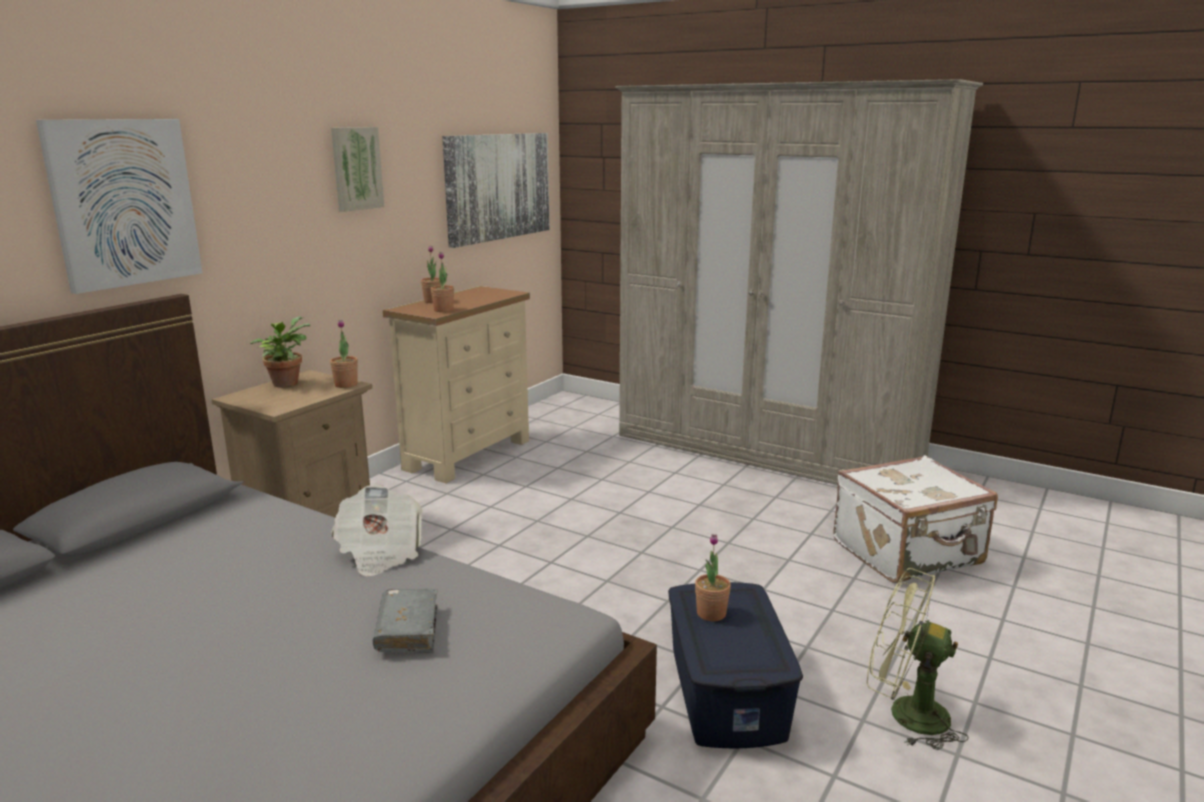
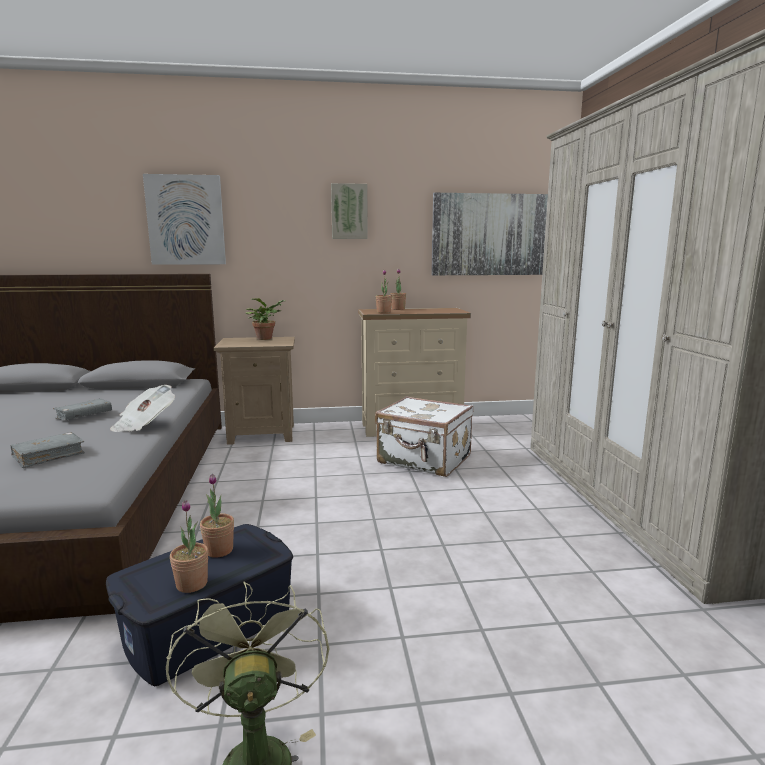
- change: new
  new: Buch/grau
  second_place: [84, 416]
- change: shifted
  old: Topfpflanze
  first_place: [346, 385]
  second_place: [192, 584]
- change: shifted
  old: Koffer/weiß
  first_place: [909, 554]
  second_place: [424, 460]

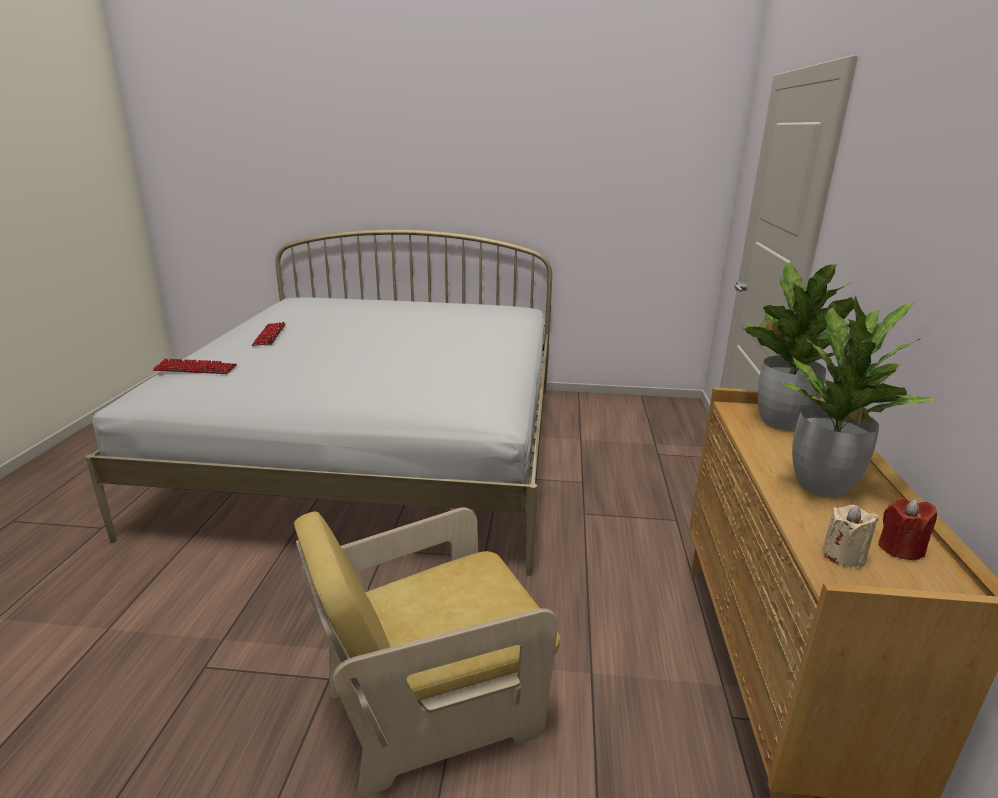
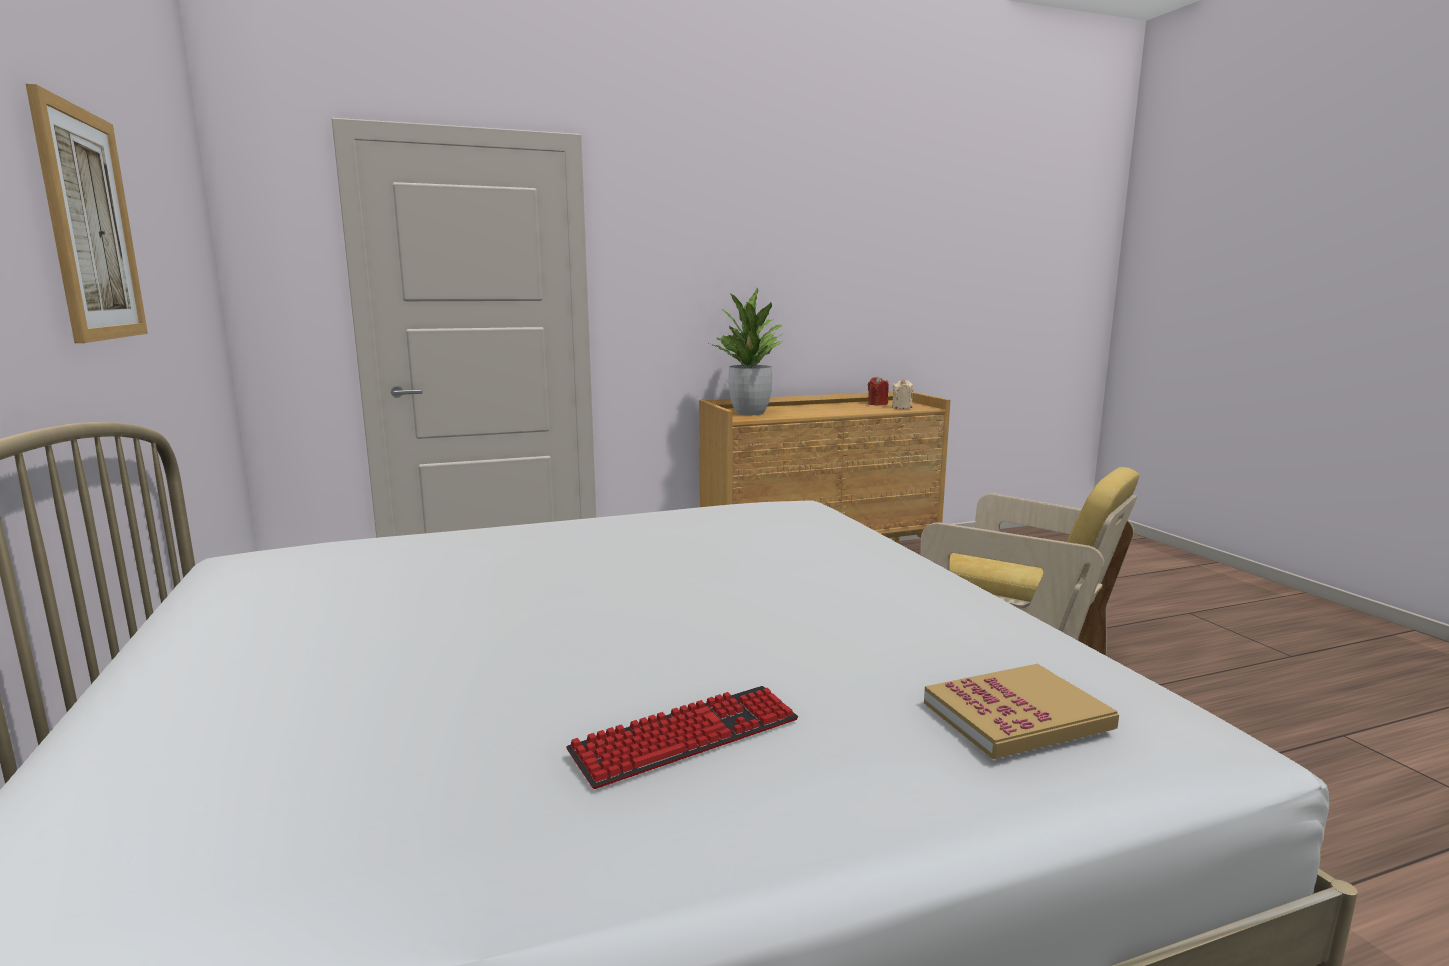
- change: new
  new: Bild
  second_place: [90, 225]
- change: swapped
  old: Tastatur
  new: Buch
  first_place: [195, 369]
  second_place: [1017, 716]
- change: gone
  old: Topfpflanze
  first_place: [821, 485]

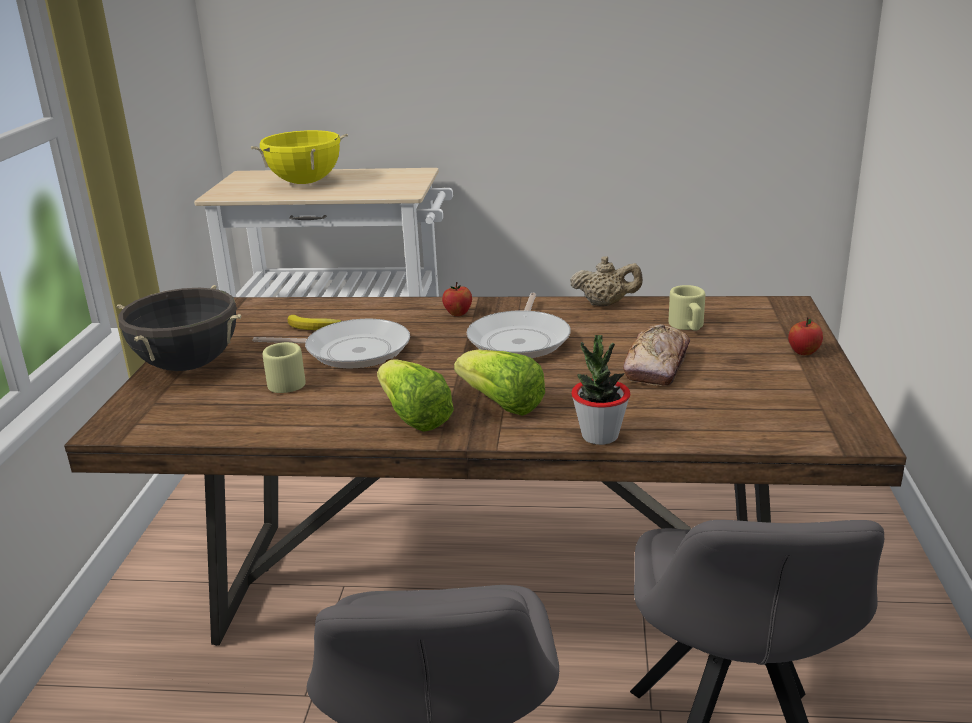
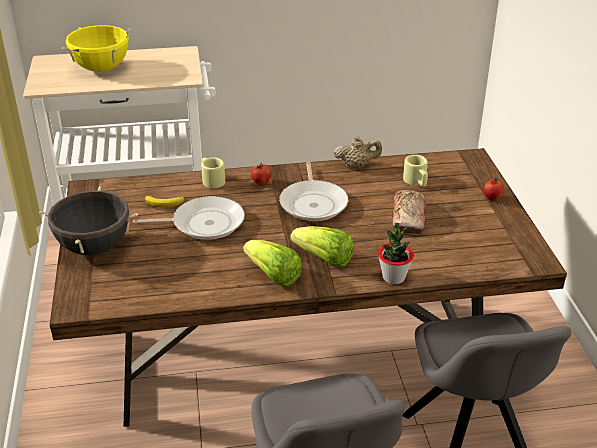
- change: shifted
  old: Henkelbecher/beige
  first_place: [285, 381]
  second_place: [211, 180]

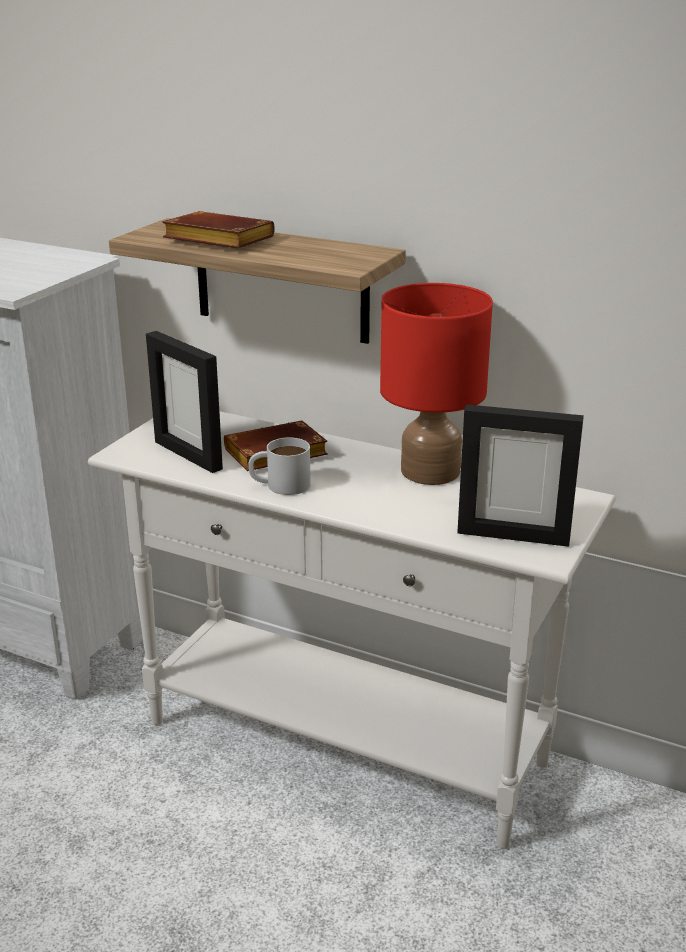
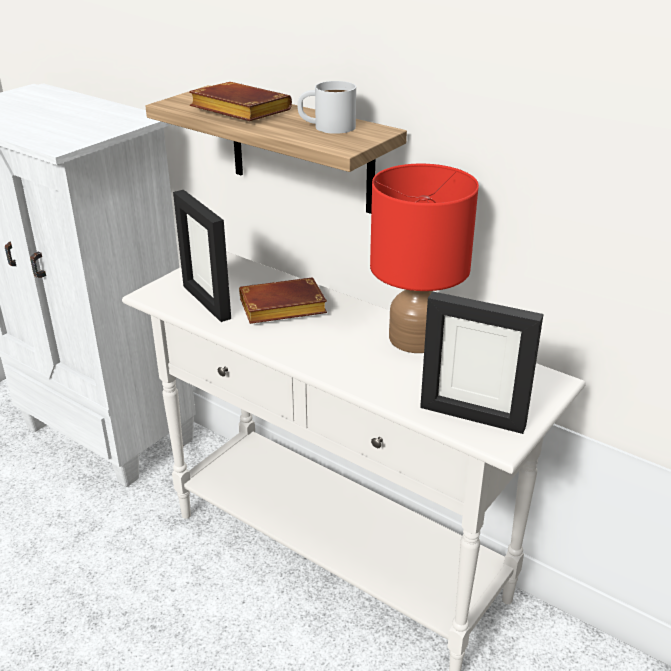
- change: shifted
  old: Henkelbecher/weiß
  first_place: [280, 485]
  second_place: [326, 126]

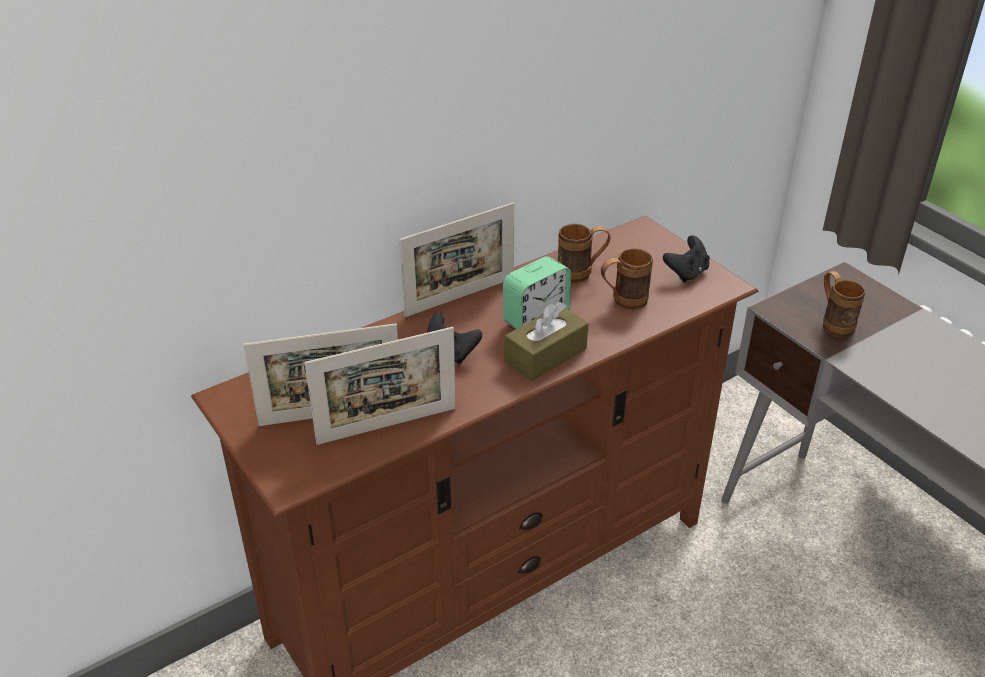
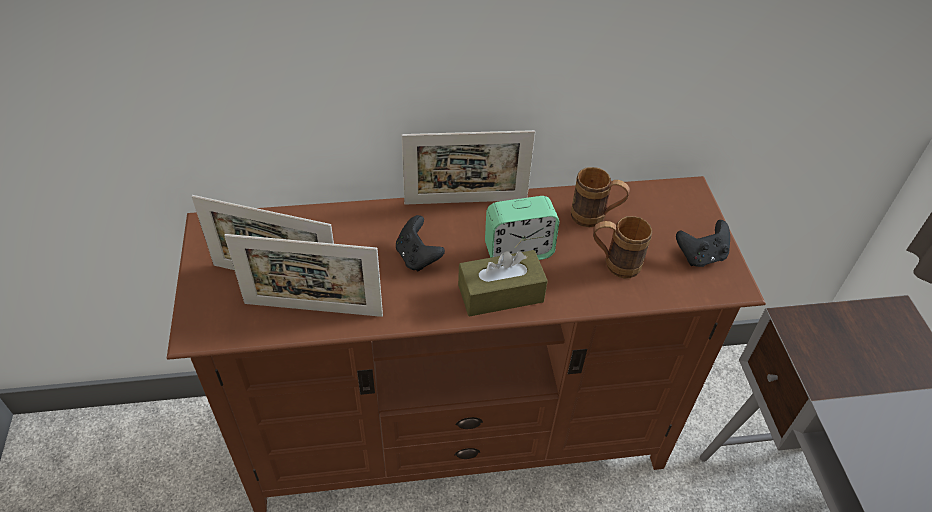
- change: gone
  old: Henkelbecher/braun
  first_place: [833, 323]

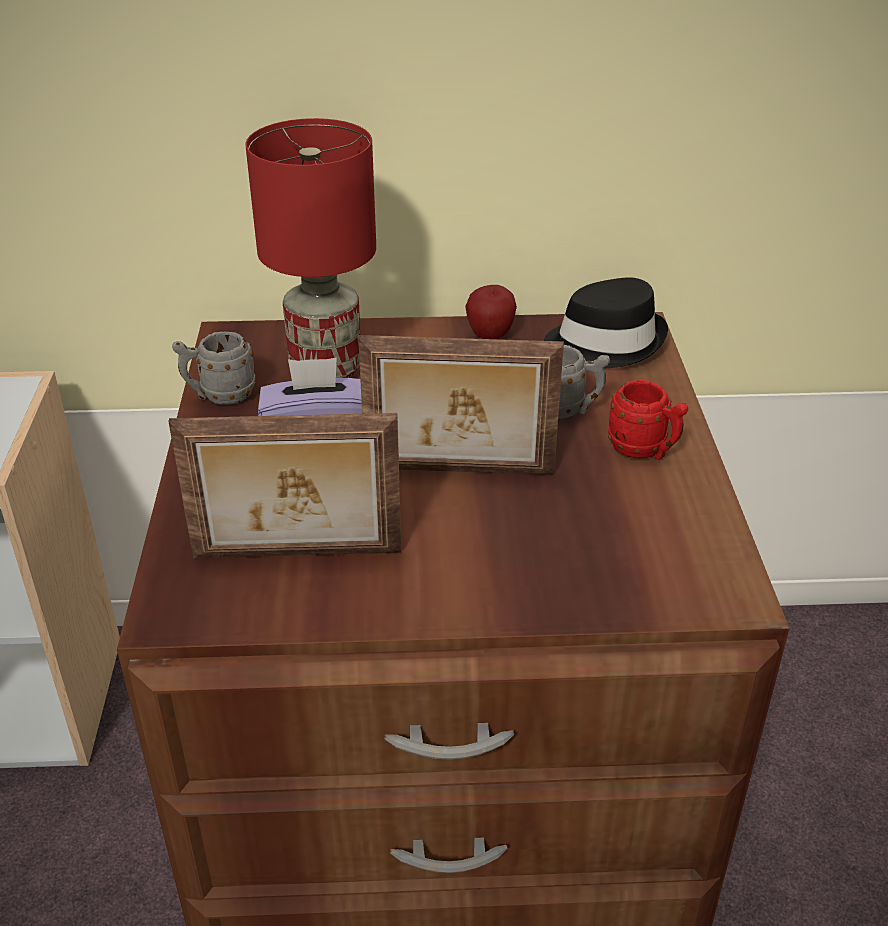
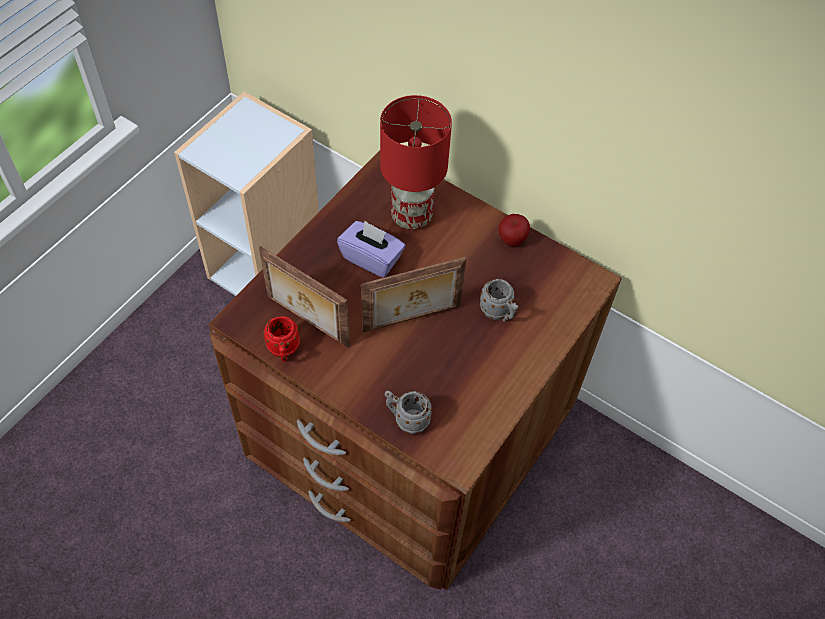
- change: shifted
  old: Henkelbecher/rot
  first_place: [644, 451]
  second_place: [284, 351]
- change: rotated
  old: Bilderrahmen
  first_place: [459, 472]
  second_place: [412, 319]
  degrees: -60
- change: shifted
  old: Henkelbecher/grau
  first_place: [219, 396]
  second_place: [406, 419]
- change: gone
  old: Hut/schwarz
  first_place: [606, 342]

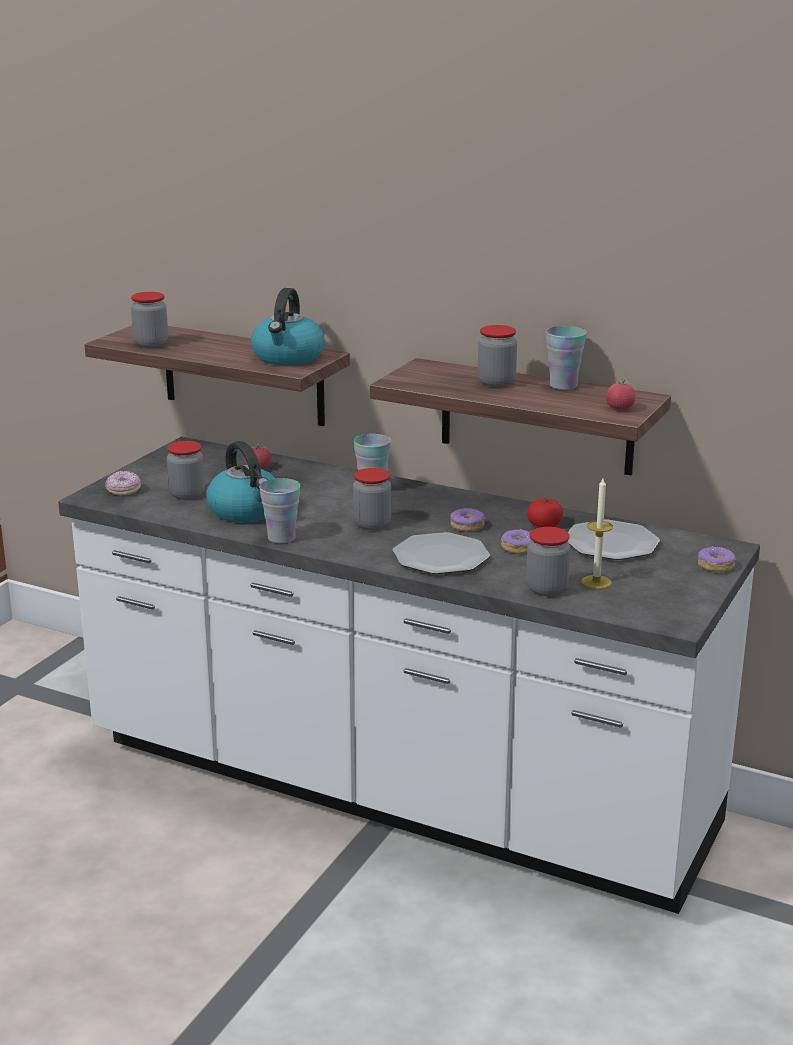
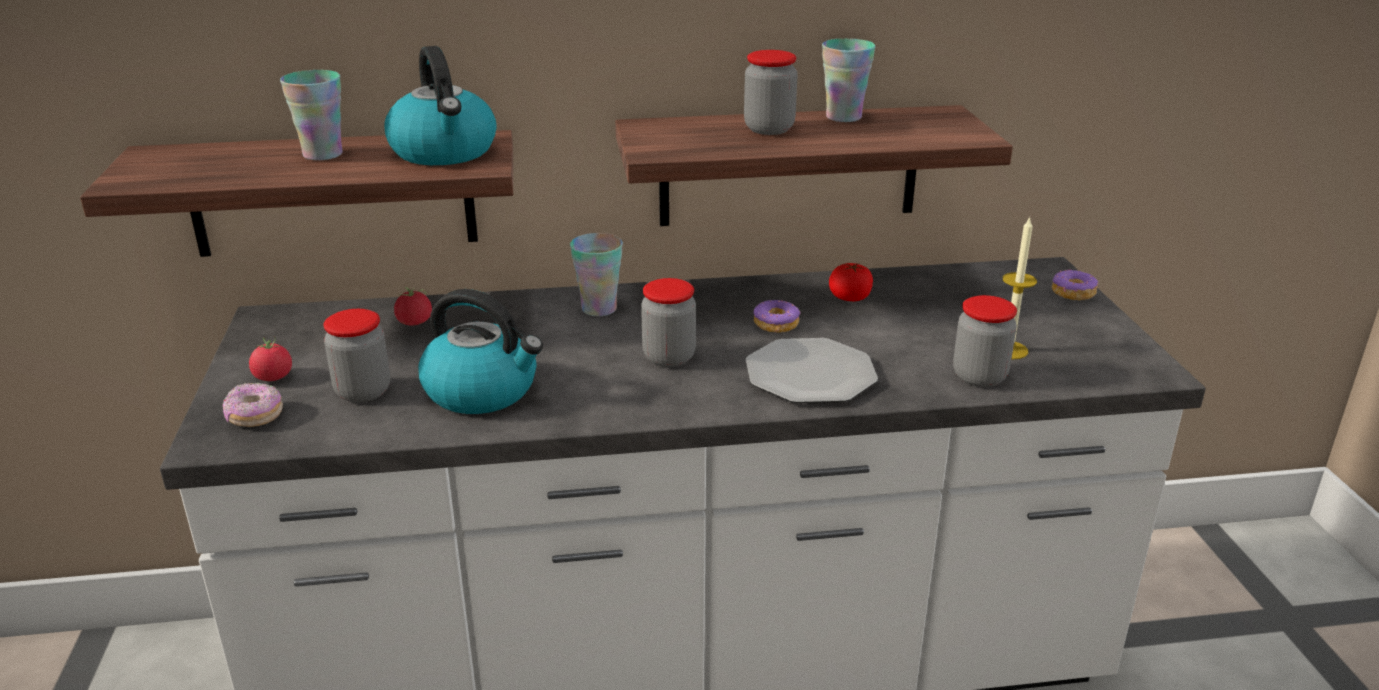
- change: shifted
  old: Tomate
  first_place: [619, 408]
  second_place: [273, 377]
- change: shifted
  old: Tasse
  first_place: [281, 538]
  second_place: [323, 154]
- change: gone
  old: Vorratsglas
  first_place: [151, 344]
- change: gone
  old: Donut
  first_place: [518, 548]
- change: gone
  old: Teller
  first_place: [611, 543]

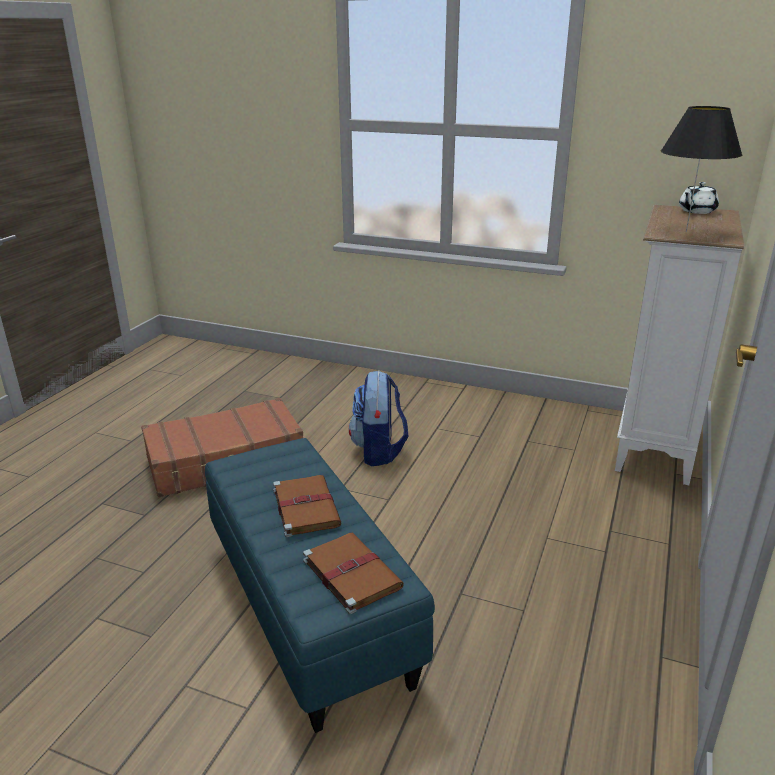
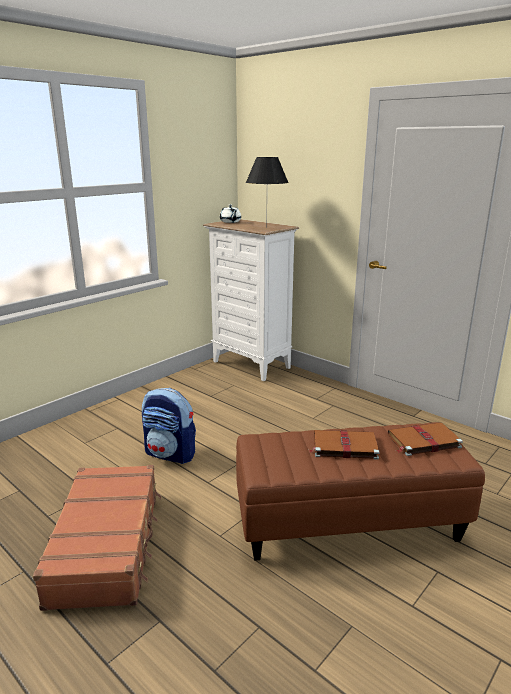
- change: repainted
  old: Polsterhocker/blau
  new: Polsterhocker/braun
  first_place: [312, 610]
  second_place: [348, 523]

